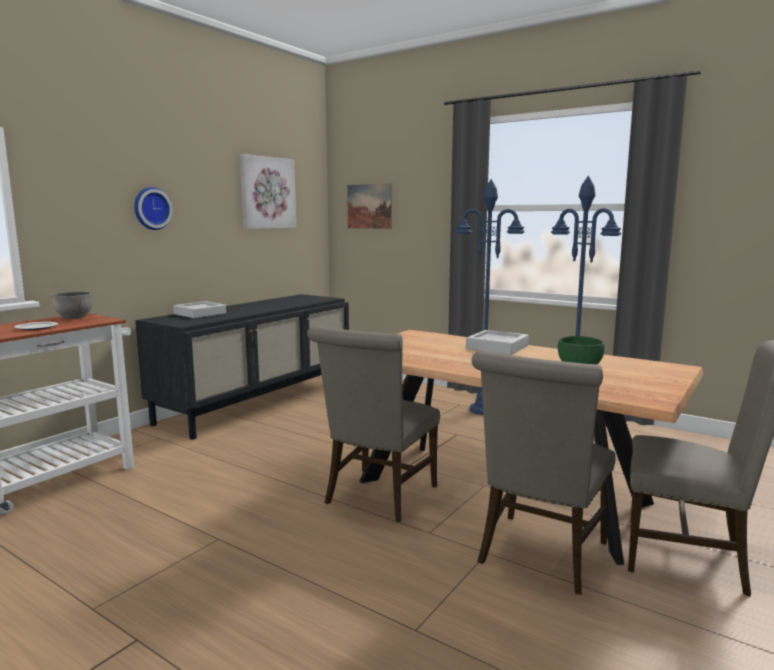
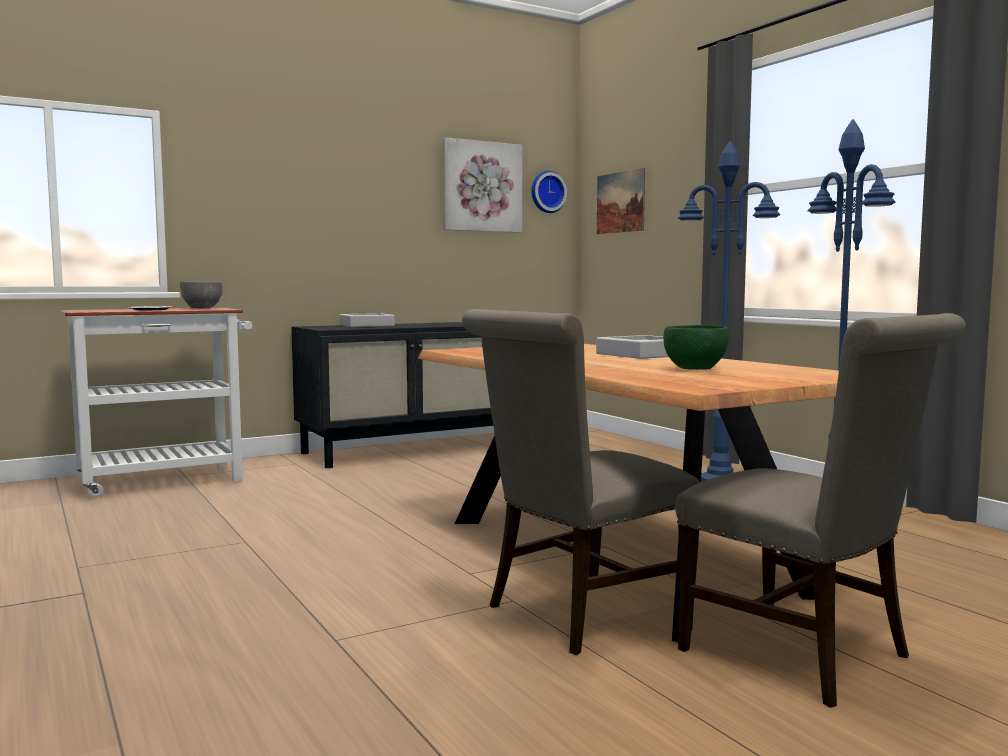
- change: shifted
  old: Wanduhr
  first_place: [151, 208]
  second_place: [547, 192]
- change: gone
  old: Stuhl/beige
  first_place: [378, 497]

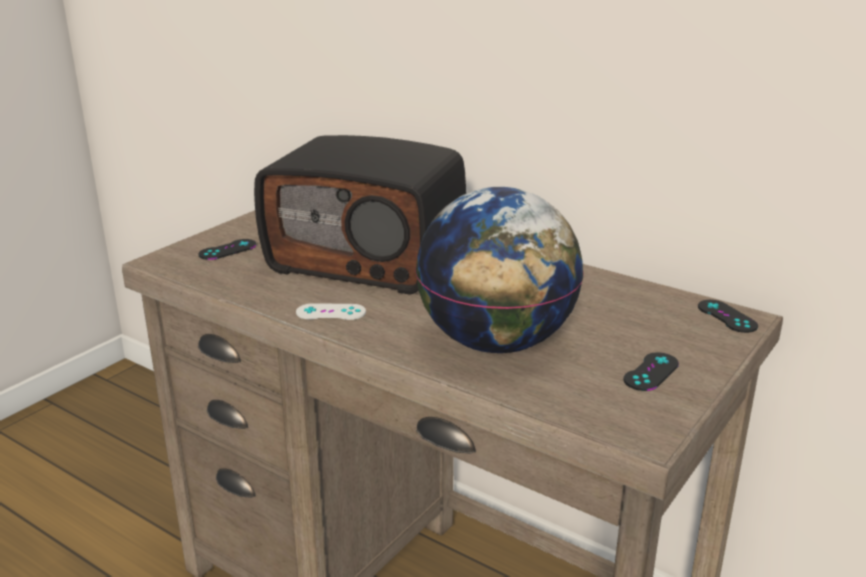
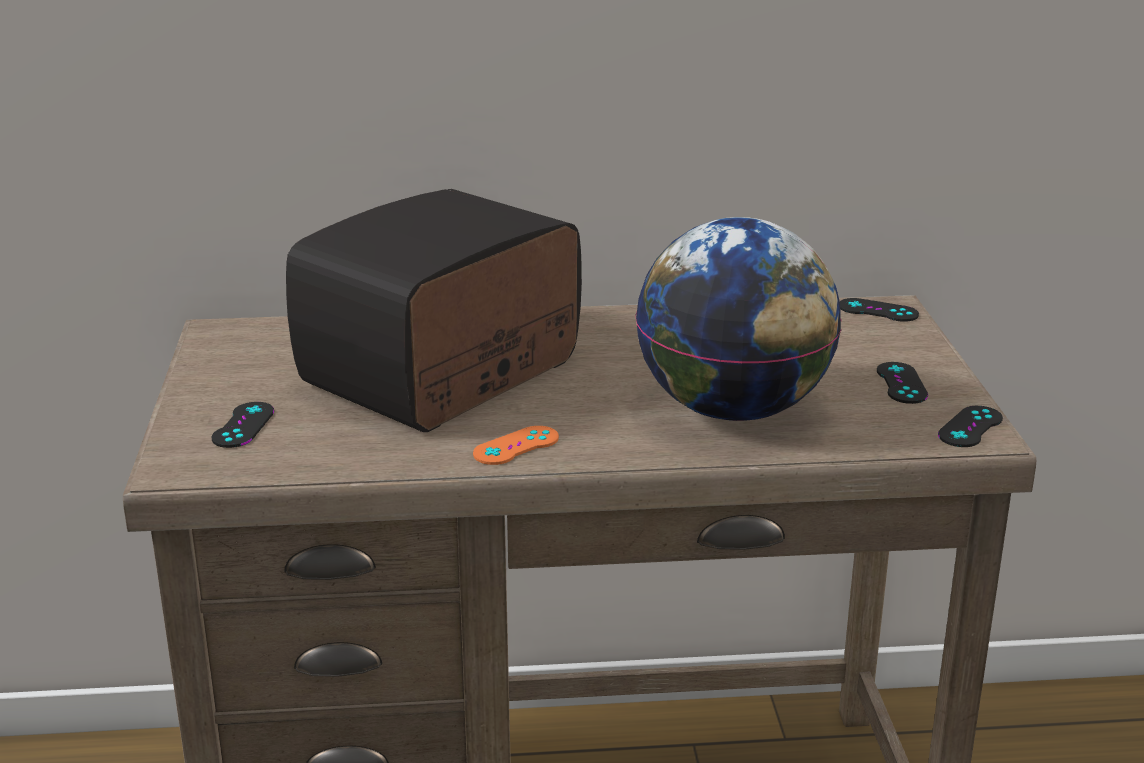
- change: rotated
  old: Radio
  first_place: [368, 259]
  second_place: [443, 374]
  degrees: 150
- change: repainted
  old: Gamepad/weiß
  new: Gamepad/orange
  first_place: [331, 312]
  second_place: [516, 446]
- change: new
  new: Gamepad/schwarz
  second_place: [970, 427]

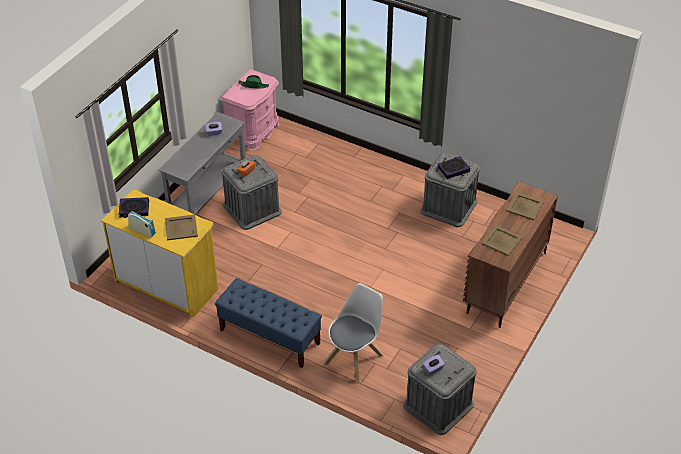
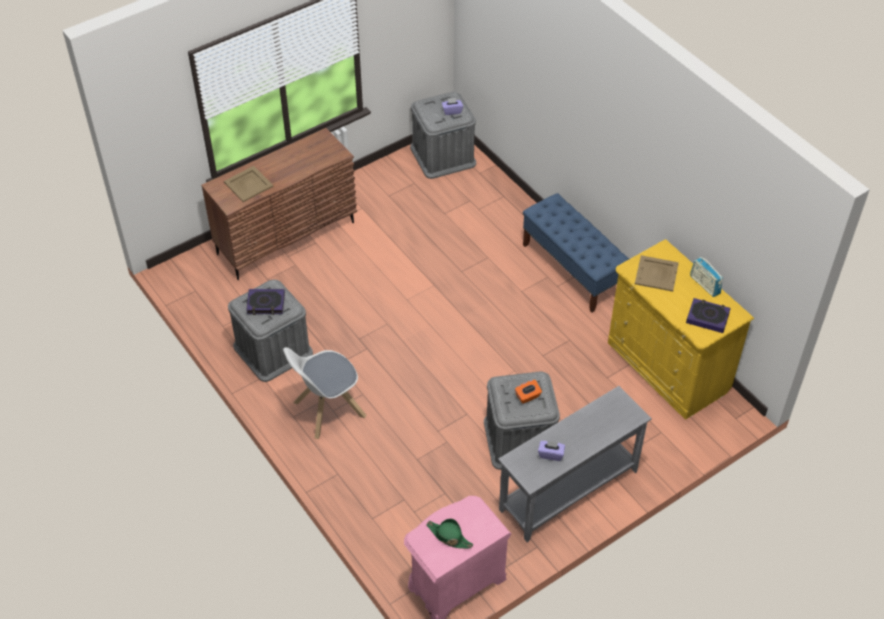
- change: shifted
  old: Stuhl
  first_place: [354, 358]
  second_place: [327, 410]
- change: gone
  old: Tablett/beige
  first_place: [502, 240]

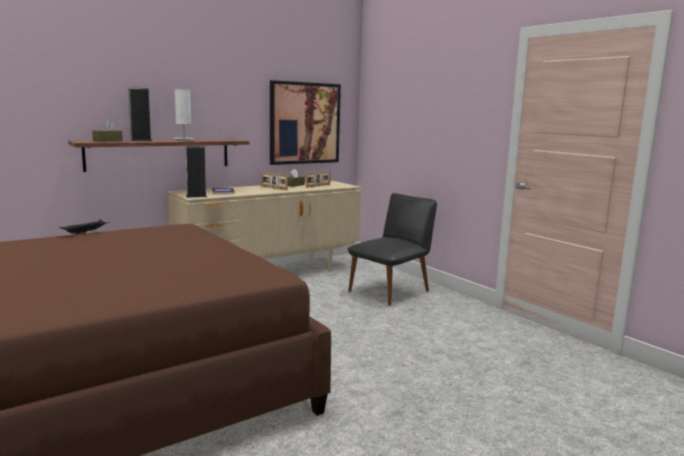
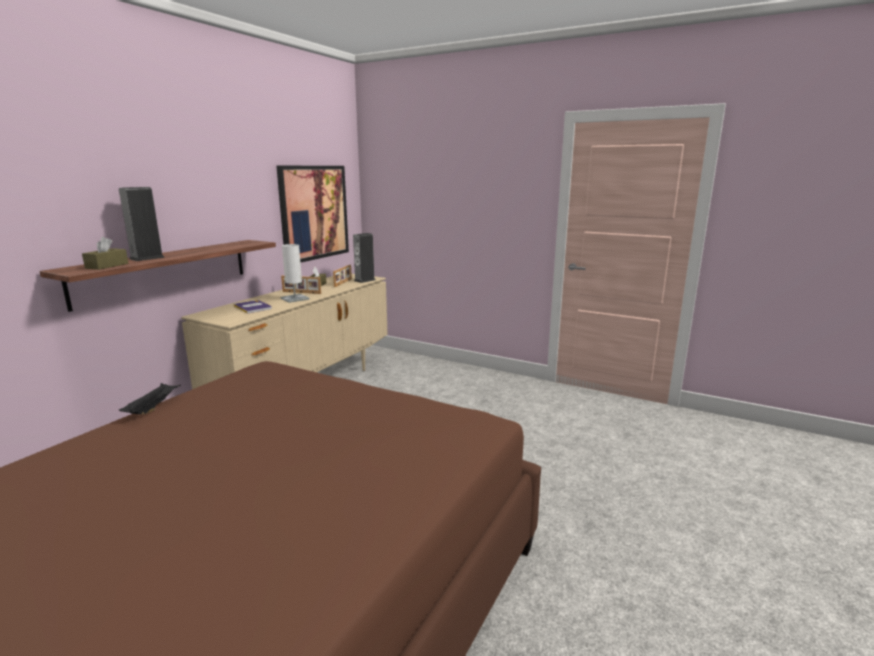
- change: shifted
  old: Tischlampe/weiß
  first_place: [184, 140]
  second_place: [295, 299]
- change: shifted
  old: Lautsprecher
  first_place: [196, 196]
  second_place: [364, 280]
- change: gone
  old: Stuhl/schwarz
  first_place: [389, 291]

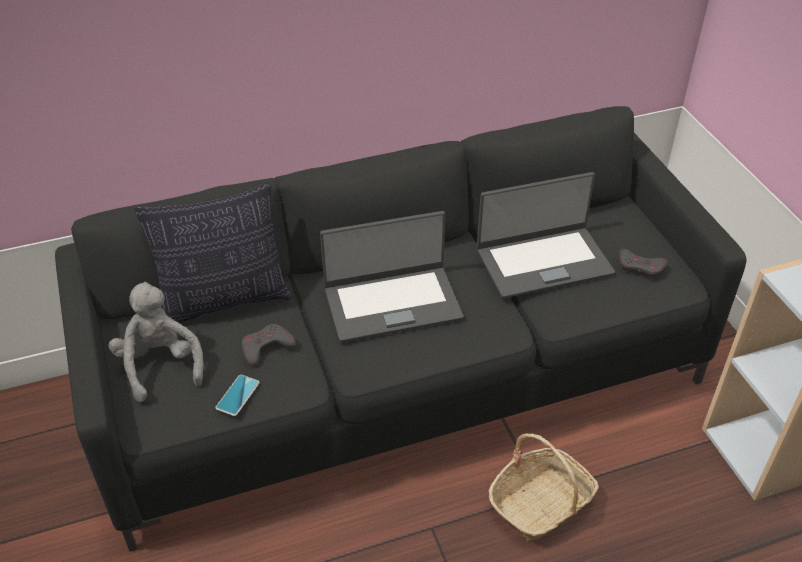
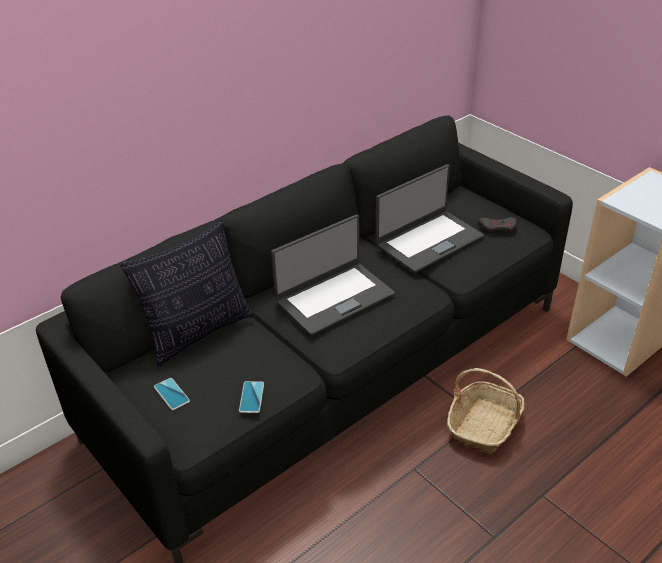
- change: swapped
  old: Plüschtier/grau
  new: Handy
  first_place: [160, 365]
  second_place: [172, 394]
- change: gone
  old: Gamepad/grau
  first_place: [266, 347]

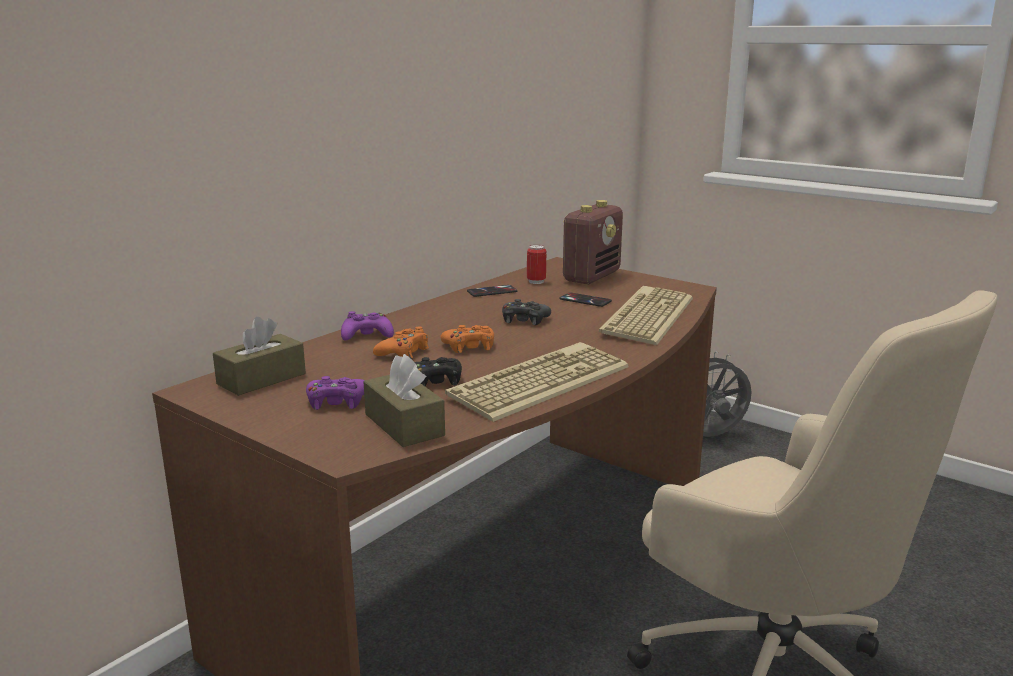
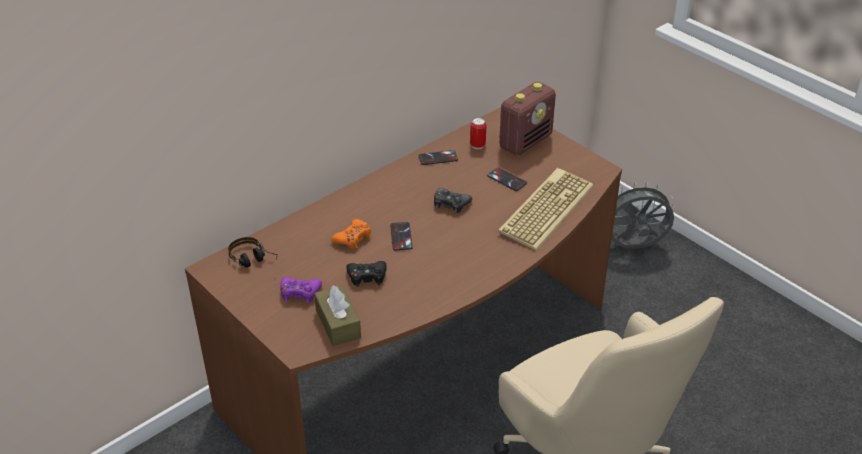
- change: swapped
  old: Taschentuchbox/braun
  new: Kopfhörer
  first_place: [261, 379]
  second_place: [254, 261]
- change: swapped
  old: Gamepad/orange
  new: Handy
  first_place: [469, 346]
  second_place: [401, 236]
- change: gone
  old: Gamepad/lila
  first_place: [367, 335]
- change: gone
  old: Tastatur
  first_place: [539, 381]

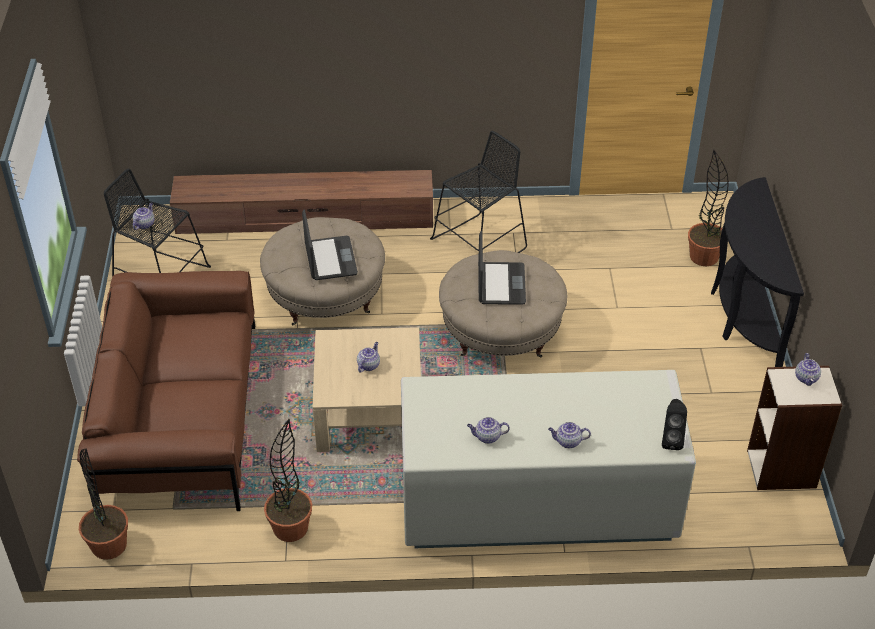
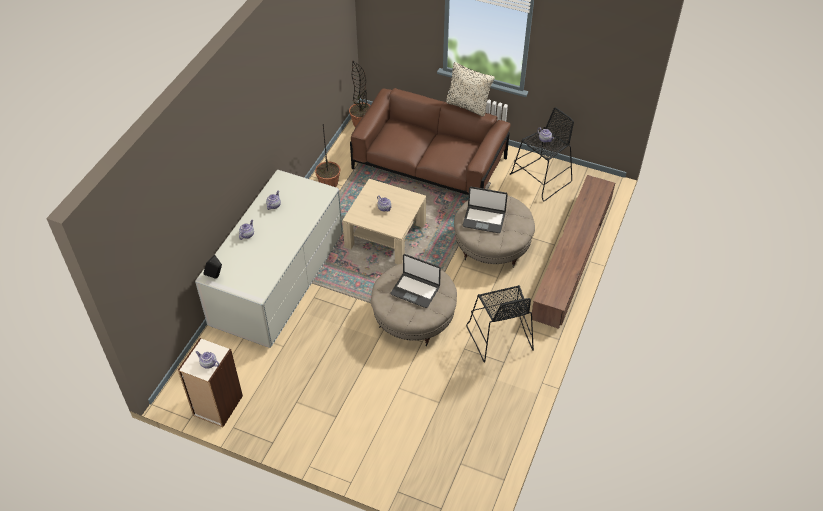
- change: new
  new: Kissen/beige
  second_place: [468, 107]
- change: gone
  old: Topfpflanze
  first_place: [704, 257]
- change: gone
  old: Konsolentisch/schwarz
  first_place: [742, 314]

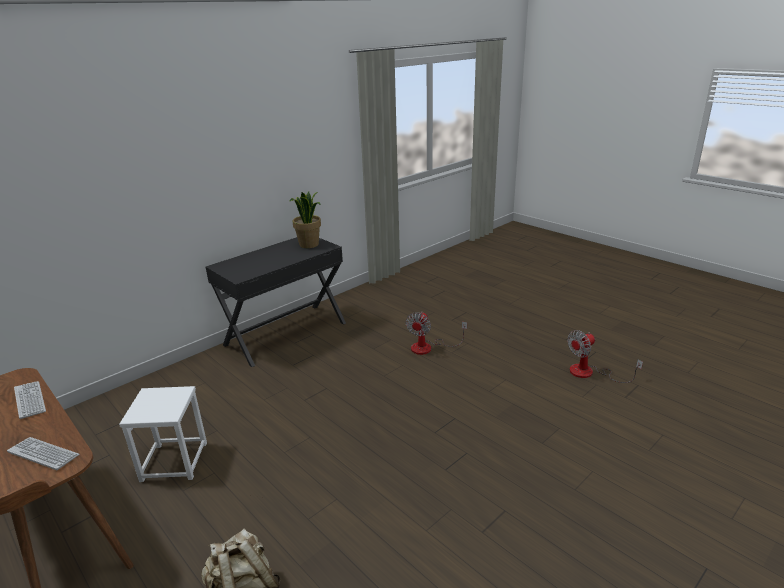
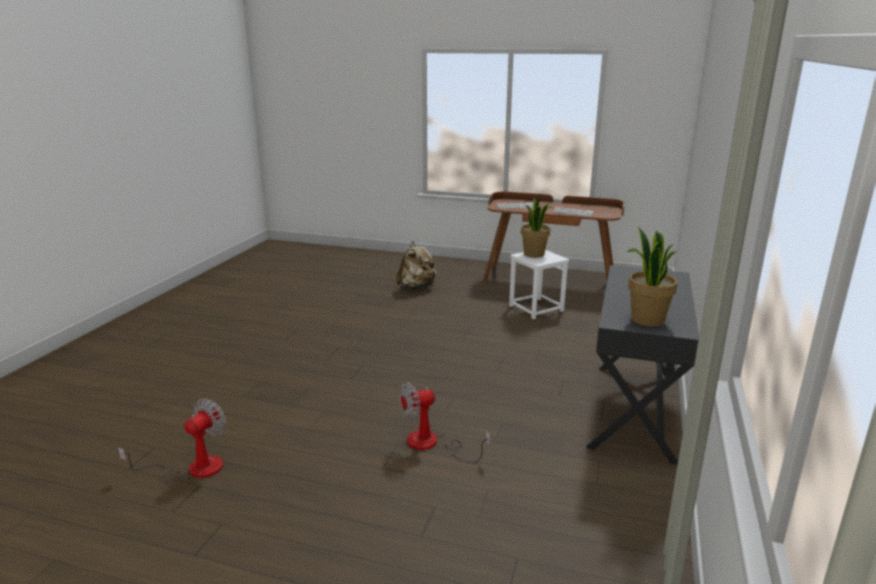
- change: rotated
  old: Ventilator
  first_place: [428, 347]
  second_place: [432, 444]
  degrees: -105
- change: new
  new: Topfpflanze
  second_place: [534, 254]

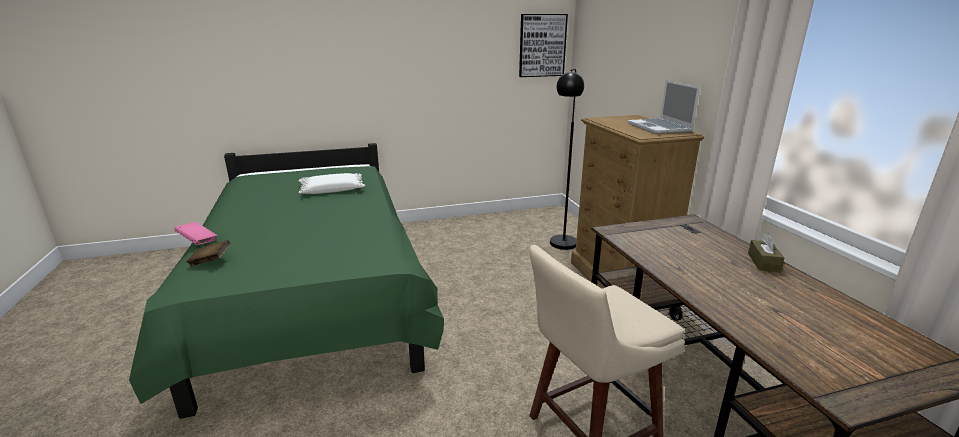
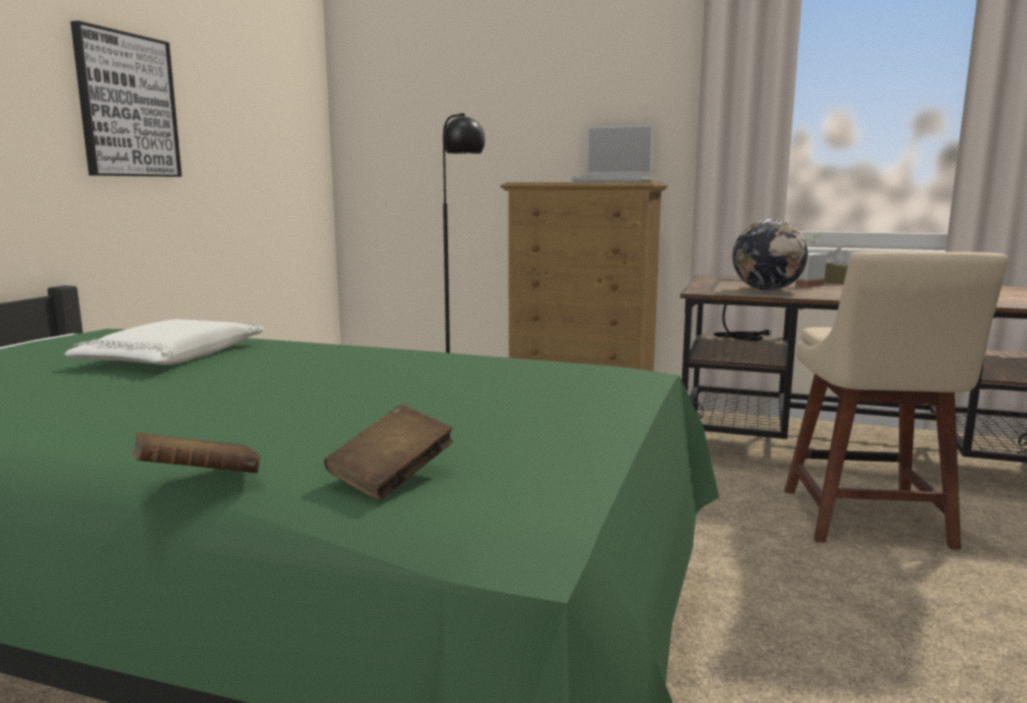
- change: shifted
  old: Bild
  first_place: [542, 45]
  second_place: [127, 105]
- change: repainted
  old: Buch/rosa
  new: Buch/braun
  first_place: [198, 241]
  second_place: [198, 482]
- change: new
  new: Globus
  second_place: [767, 290]
- change: new
  new: Topfpflanze
  second_place: [805, 285]

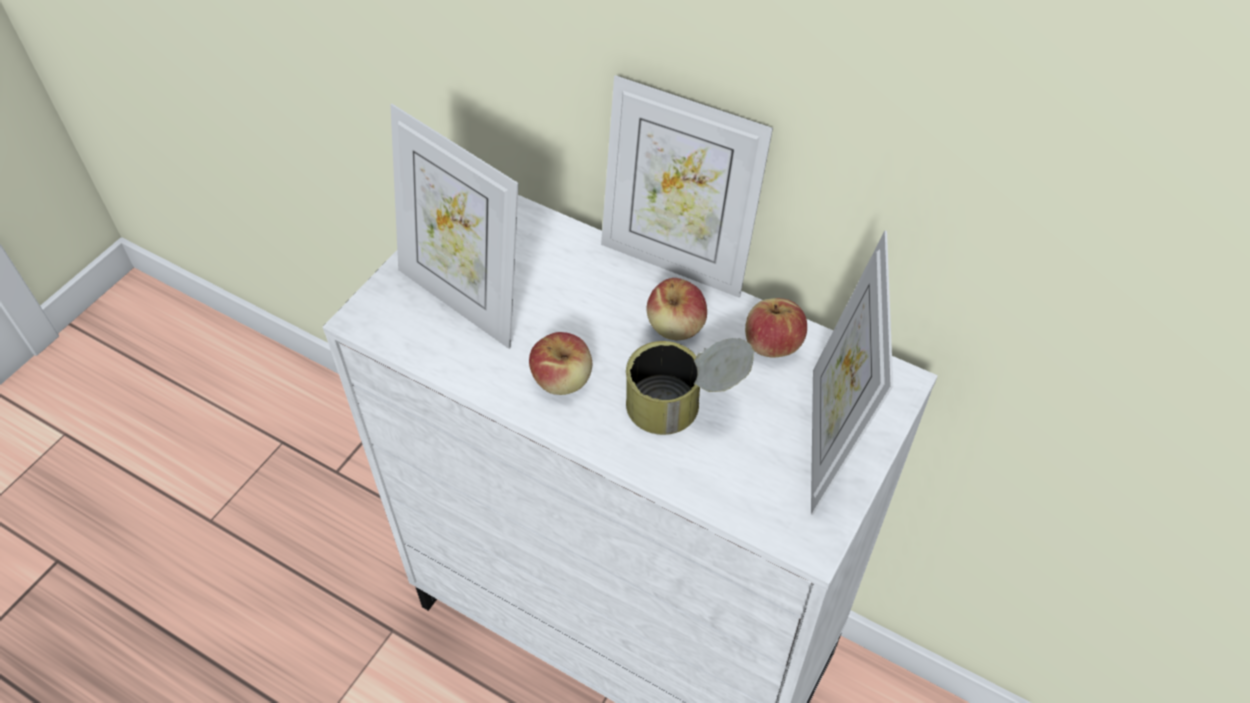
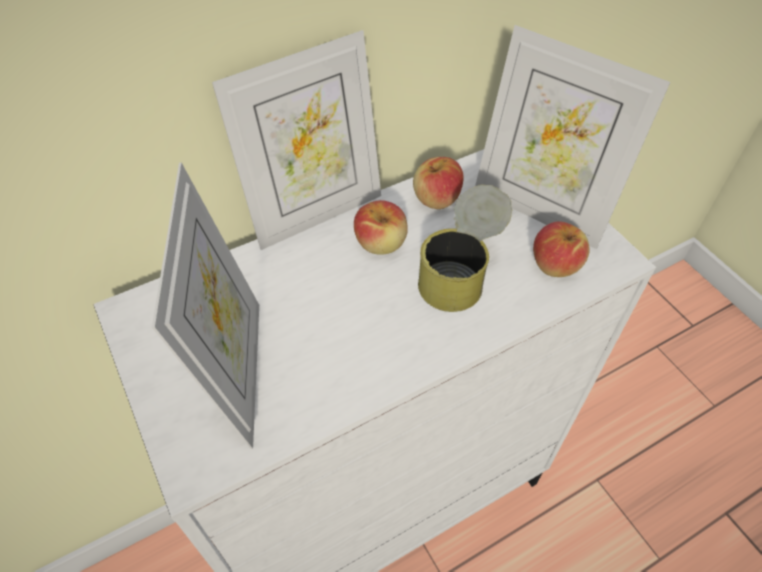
- change: rotated
  old: Bilderrahmen
  first_place: [464, 298]
  second_place: [238, 372]
  degrees: -75
- change: shifted
  old: Apfel
  first_place: [562, 379]
  second_place: [555, 264]

